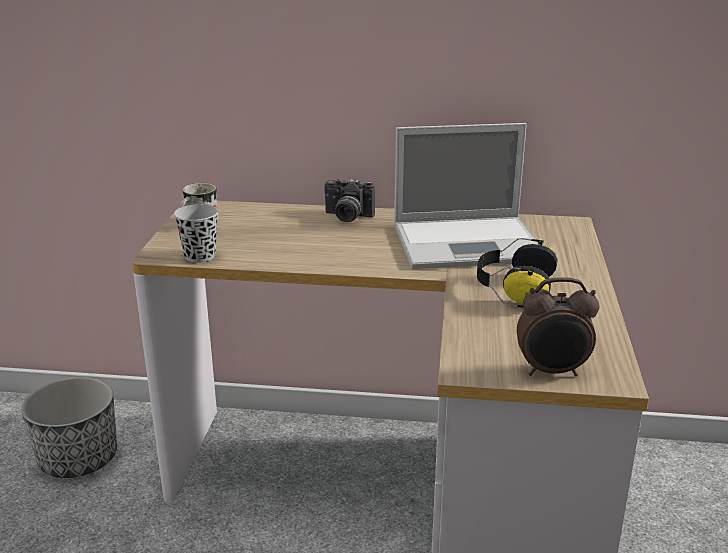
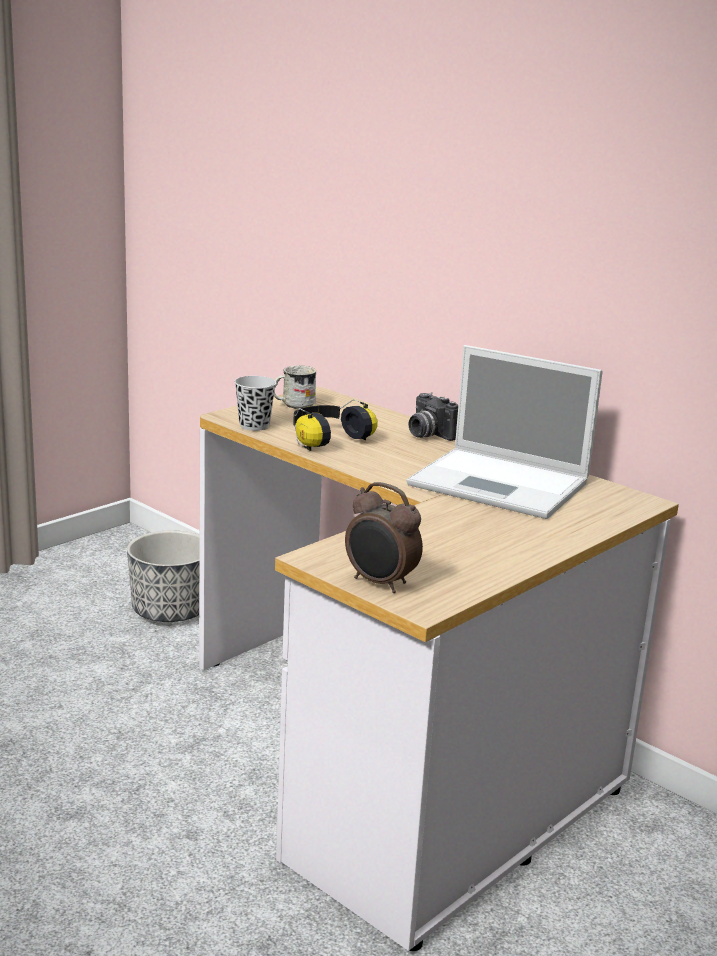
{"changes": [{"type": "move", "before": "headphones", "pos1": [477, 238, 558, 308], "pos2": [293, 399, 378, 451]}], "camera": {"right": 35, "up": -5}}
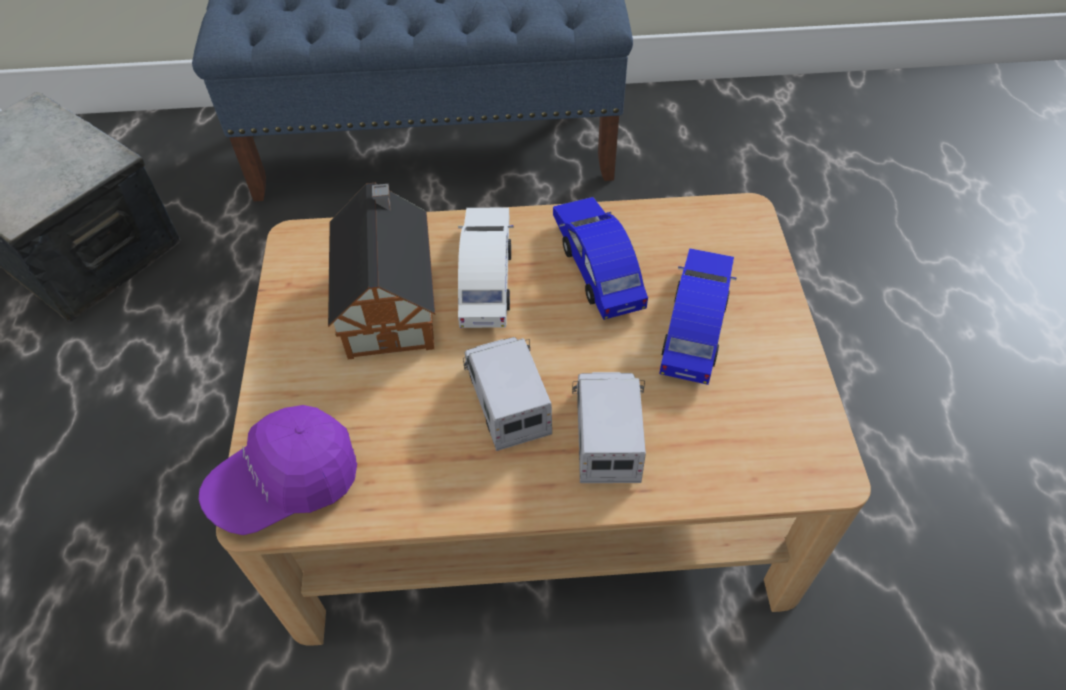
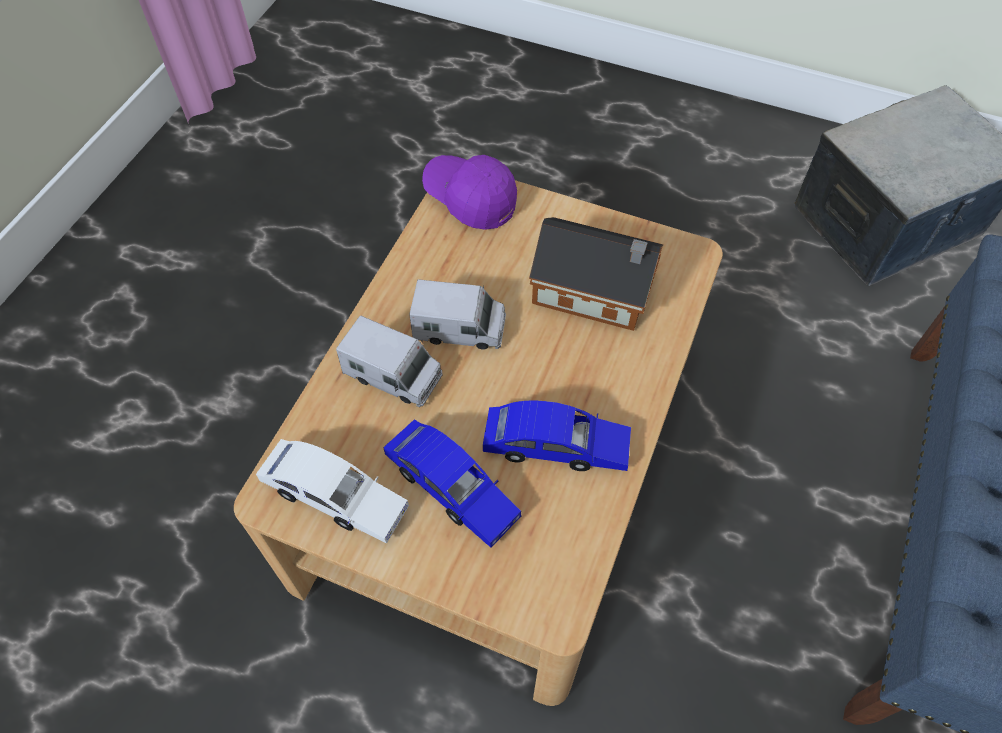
{"changes": [{"type": "rotate", "before": "purple cap", "pos1": [199, 405, 357, 535], "pos2": [422, 155, 517, 230], "turn": -45}, {"type": "move", "before": "white toy car", "pos1": [458, 207, 514, 328], "pos2": [256, 439, 409, 544]}], "camera": {"right": 115, "up": 5}}
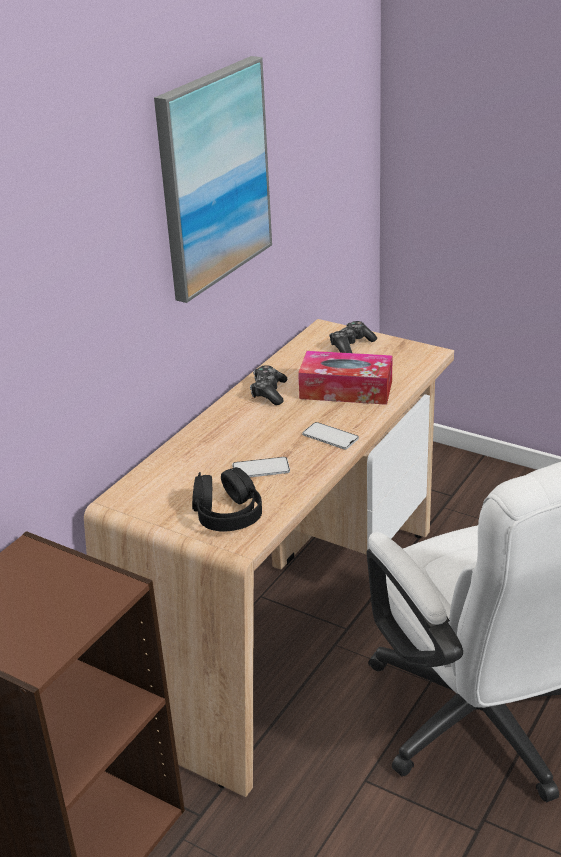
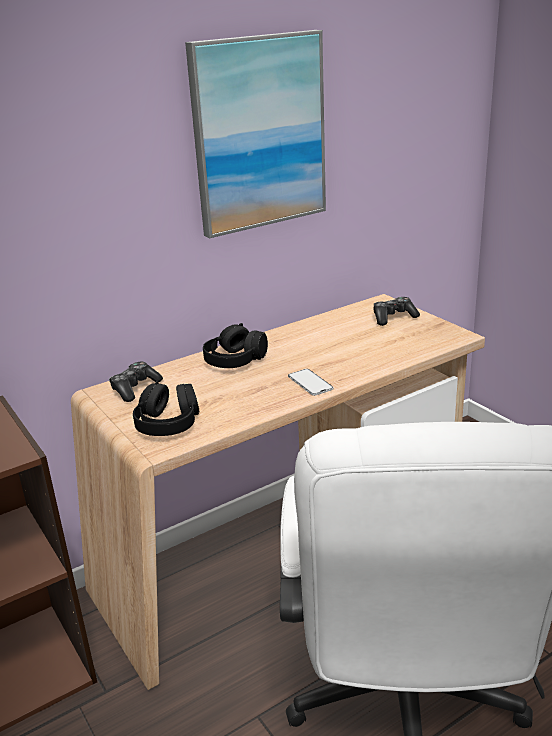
{"changes": [{"type": "delete", "before": "phone", "pos1": [232, 457, 290, 477]}, {"type": "move", "before": "game controller", "pos1": [250, 365, 287, 405], "pos2": [109, 362, 163, 402]}, {"type": "delete", "before": "tissue box", "pos1": [298, 351, 392, 405]}, {"type": "insert", "after": "black headphones", "pos2": [203, 323, 268, 368]}], "camera": {"right": 25, "up": -5}}
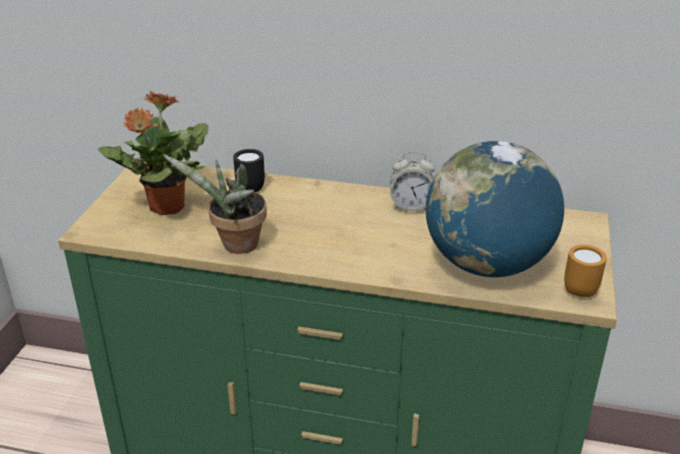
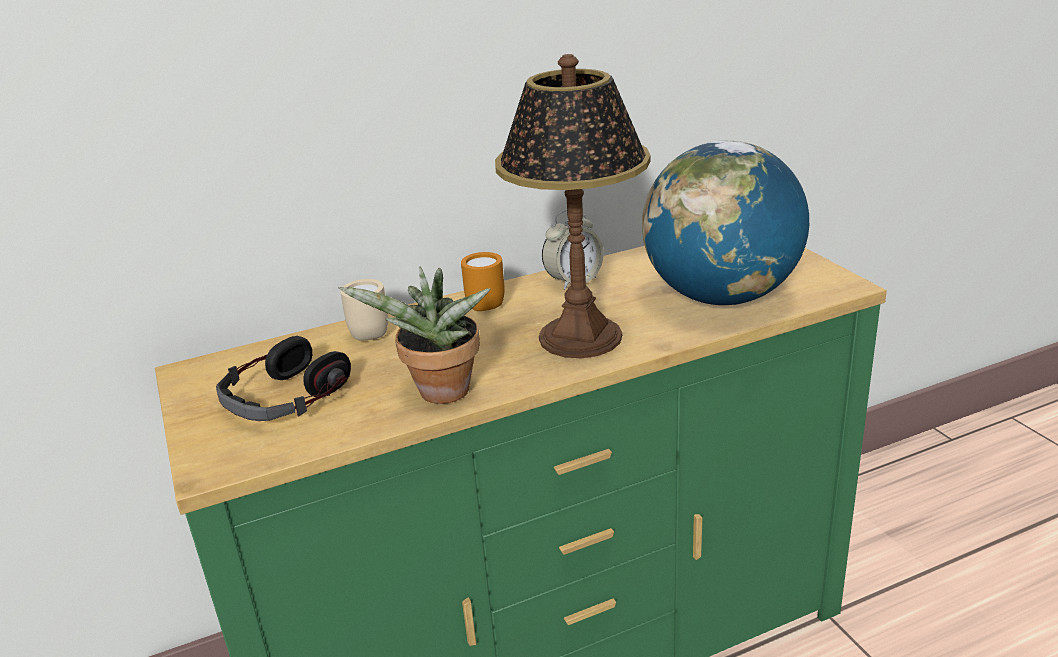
{"changes": [{"type": "replace", "before": "potted plant", "after": "headphones", "pos1": [98, 91, 209, 215], "pos2": [216, 336, 351, 421]}, {"type": "recolor", "before": "black mug", "after": "beige mug", "pos1": [233, 149, 265, 192], "pos2": [340, 279, 388, 340]}, {"type": "move", "before": "orange mug", "pos1": [564, 245, 607, 297], "pos2": [461, 252, 505, 311]}, {"type": "insert", "after": "table lamp", "pos2": [495, 54, 651, 358]}], "camera": {"right": -35, "up": -5}}
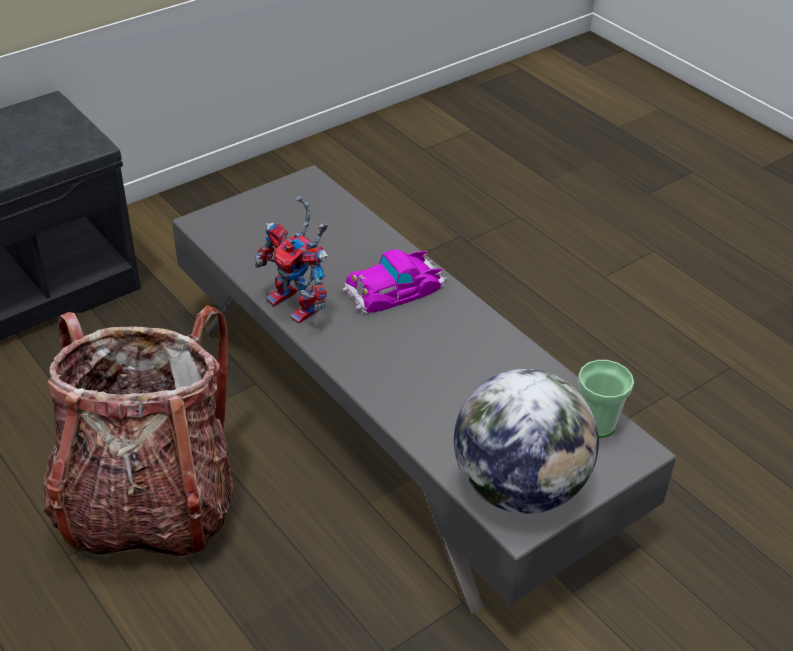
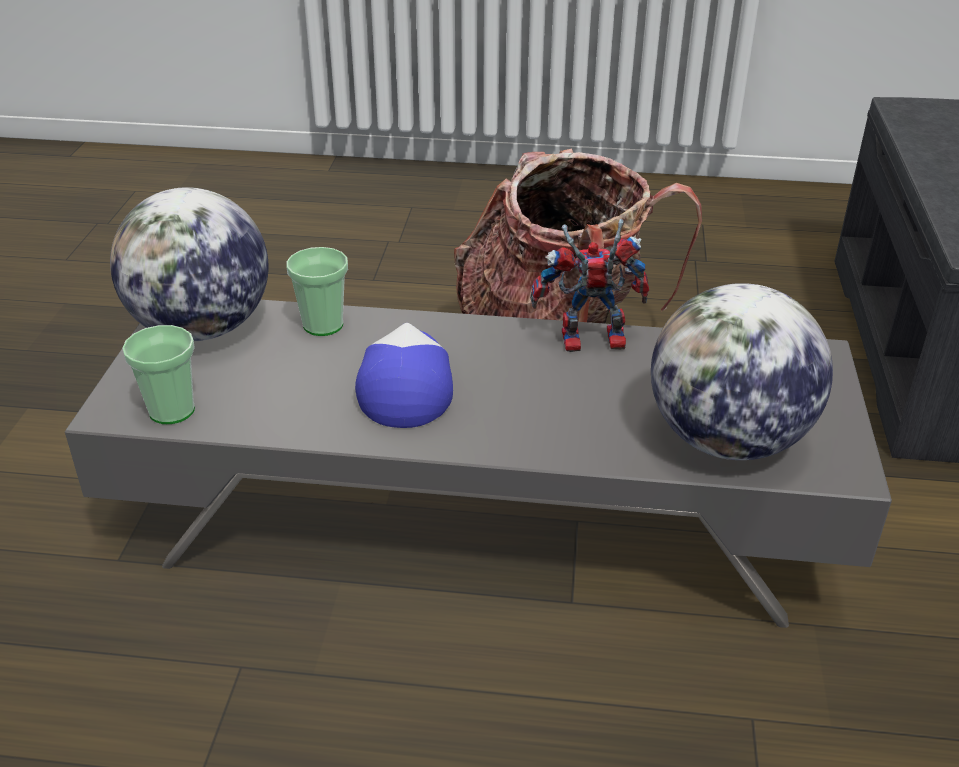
{"changes": [{"type": "delete", "before": "toy car", "pos1": [342, 249, 447, 314]}, {"type": "insert", "after": "cup", "pos2": [286, 247, 348, 336]}, {"type": "insert", "after": "cap", "pos2": [355, 323, 453, 428]}, {"type": "insert", "after": "globe", "pos2": [651, 283, 833, 460]}], "camera": {"right": 135, "up": -5}}
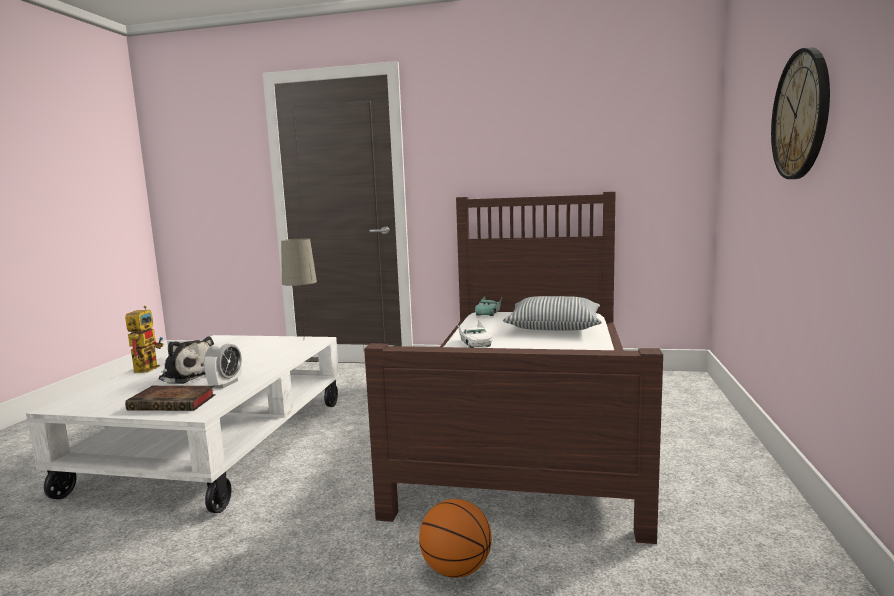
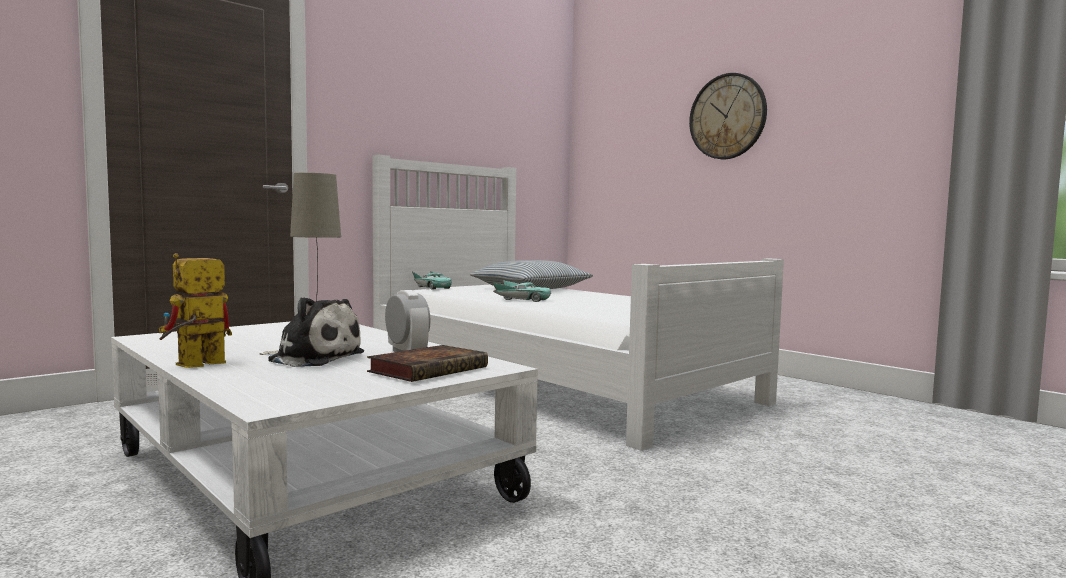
{"changes": [{"type": "rotate", "before": "toy robot", "pos1": [125, 306, 163, 373], "pos2": [159, 253, 232, 368], "turn": -90}, {"type": "rotate", "before": "plush toy", "pos1": [159, 337, 214, 384], "pos2": [259, 297, 364, 367], "turn": 45}, {"type": "recolor", "before": "brown bed", "after": "white bed", "pos1": [364, 192, 663, 544], "pos2": [373, 155, 784, 451]}, {"type": "delete", "before": "basketball", "pos1": [419, 499, 492, 578]}, {"type": "recolor", "before": "white toy car", "after": "turquoise toy car", "pos1": [457, 321, 492, 348], "pos2": [492, 280, 551, 302]}], "camera": {"right": -55, "up": -5}}
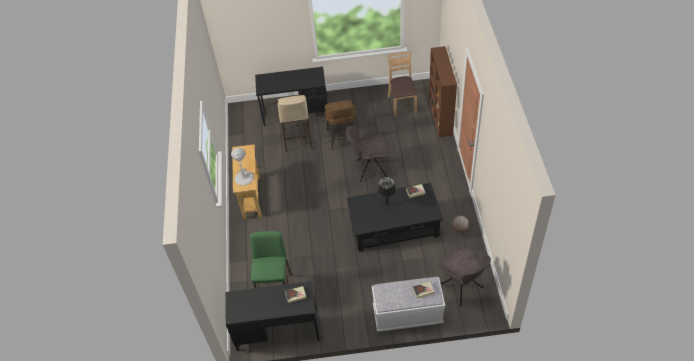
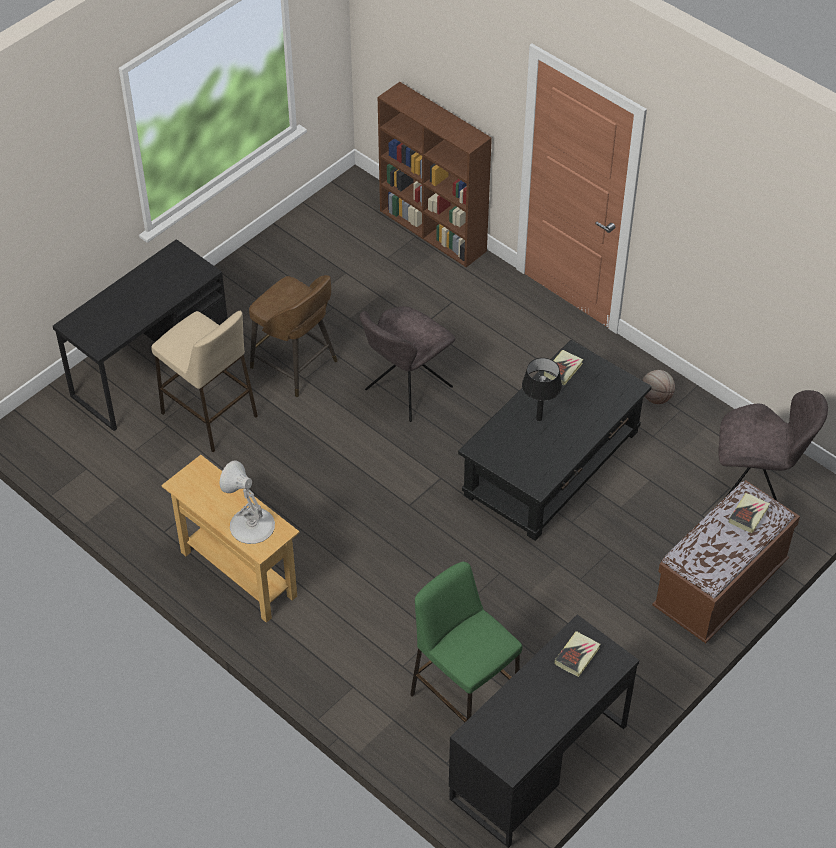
{"changes": [{"type": "recolor", "before": "white bench", "after": "brown bench", "pos1": [372, 277, 445, 331], "pos2": [652, 480, 800, 643]}, {"type": "delete", "before": "brown chair", "pos1": [387, 51, 418, 116]}], "camera": {"right": -45, "up": 0}}
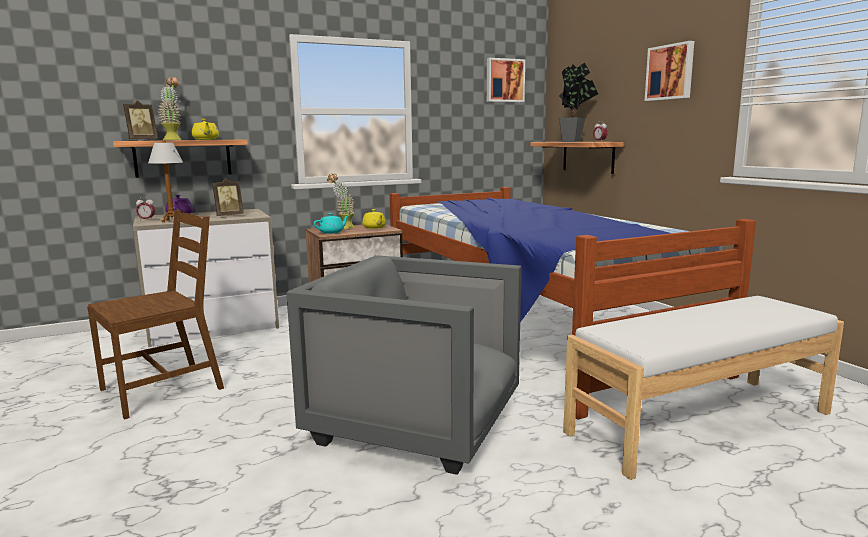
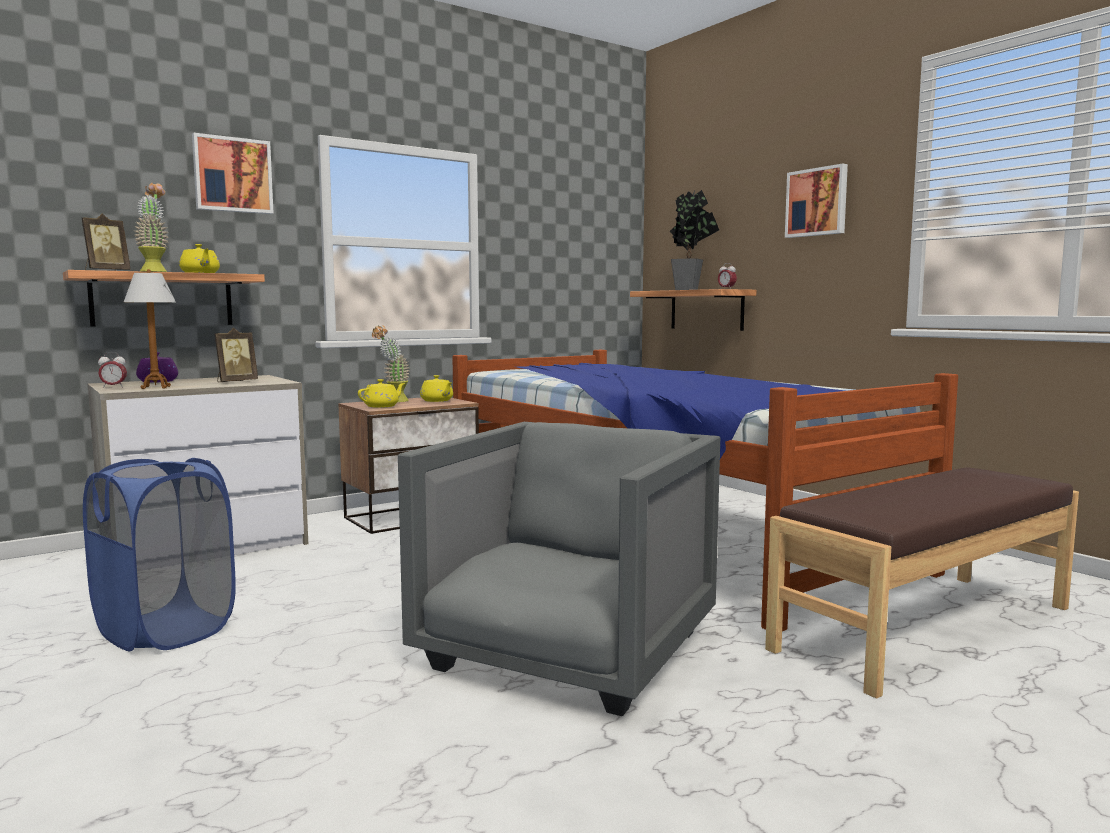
{"changes": [{"type": "replace", "before": "brown chair", "after": "blue laundry basket", "pos1": [87, 210, 224, 420], "pos2": [83, 458, 236, 651]}, {"type": "rotate", "before": "grey armchair", "pos1": [286, 255, 521, 475], "pos2": [398, 422, 720, 716], "turn": 105}, {"type": "recolor", "before": "turquoise teapot", "after": "yellow teapot", "pos1": [314, 213, 350, 234], "pos2": [358, 379, 405, 408]}, {"type": "move", "before": "picture", "pos1": [487, 58, 525, 102], "pos2": [192, 133, 273, 214]}, {"type": "recolor", "before": "white bench", "after": "brown bench", "pos1": [563, 296, 844, 480], "pos2": [765, 467, 1079, 699]}], "camera": {"right": -10, "up": -5}}
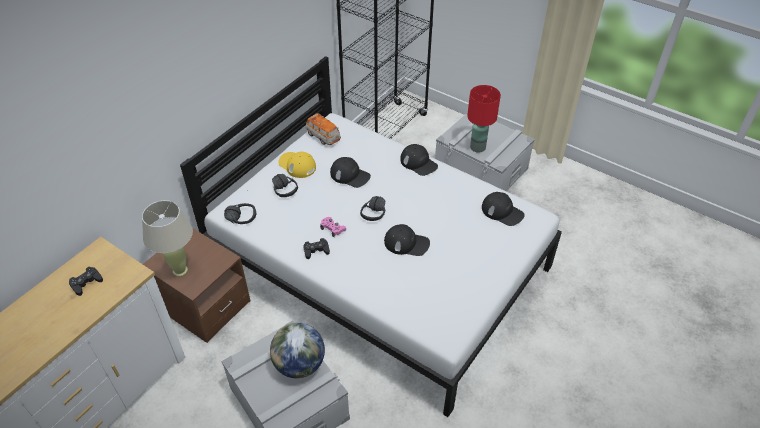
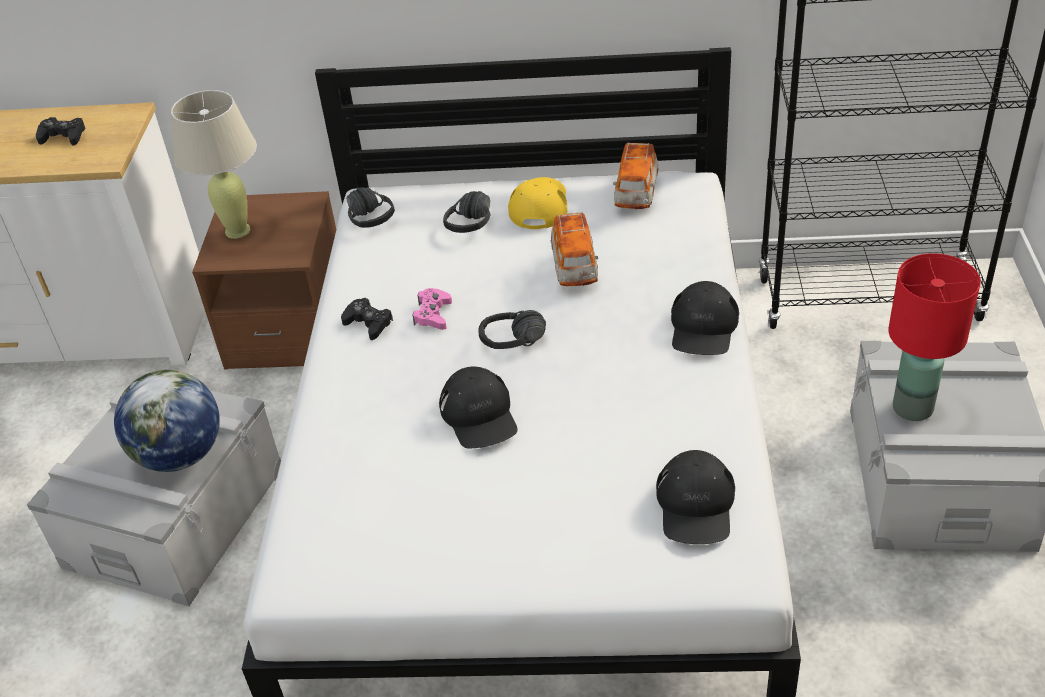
{"changes": [{"type": "replace", "before": "black cap", "after": "toy car", "pos1": [330, 157, 371, 188], "pos2": [551, 212, 598, 286]}], "camera": {"right": 60, "up": -5}}
